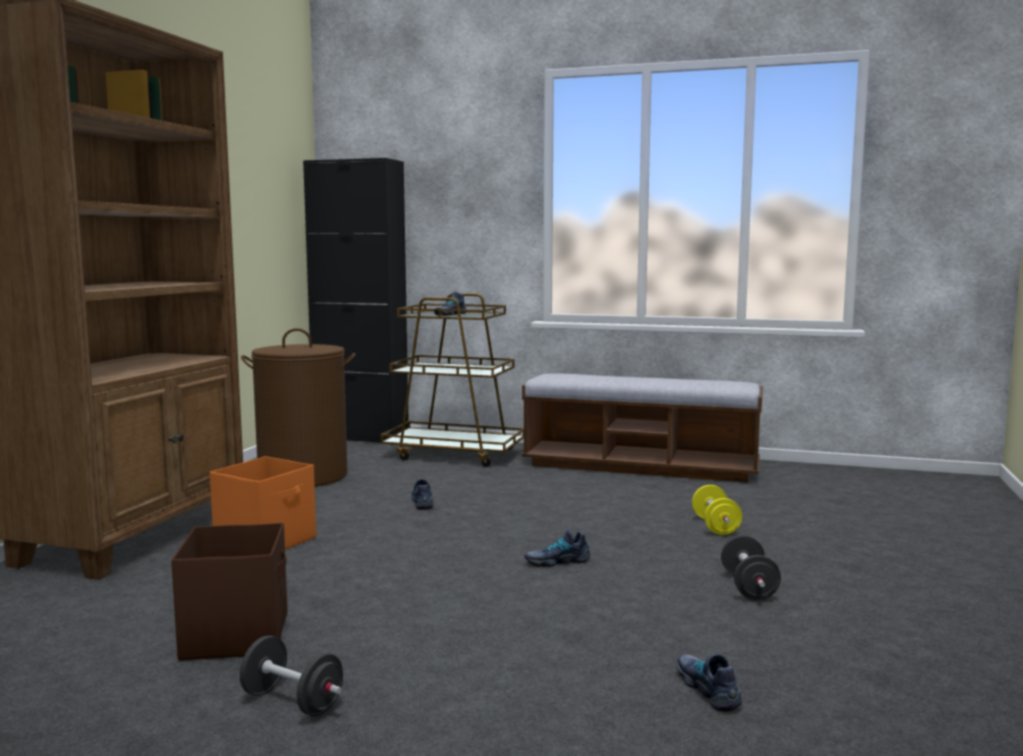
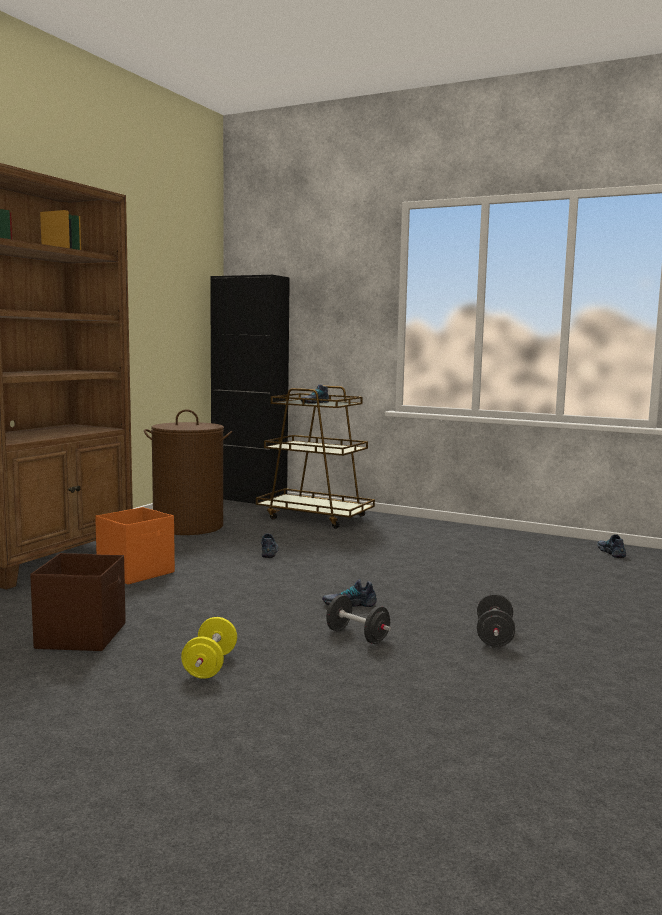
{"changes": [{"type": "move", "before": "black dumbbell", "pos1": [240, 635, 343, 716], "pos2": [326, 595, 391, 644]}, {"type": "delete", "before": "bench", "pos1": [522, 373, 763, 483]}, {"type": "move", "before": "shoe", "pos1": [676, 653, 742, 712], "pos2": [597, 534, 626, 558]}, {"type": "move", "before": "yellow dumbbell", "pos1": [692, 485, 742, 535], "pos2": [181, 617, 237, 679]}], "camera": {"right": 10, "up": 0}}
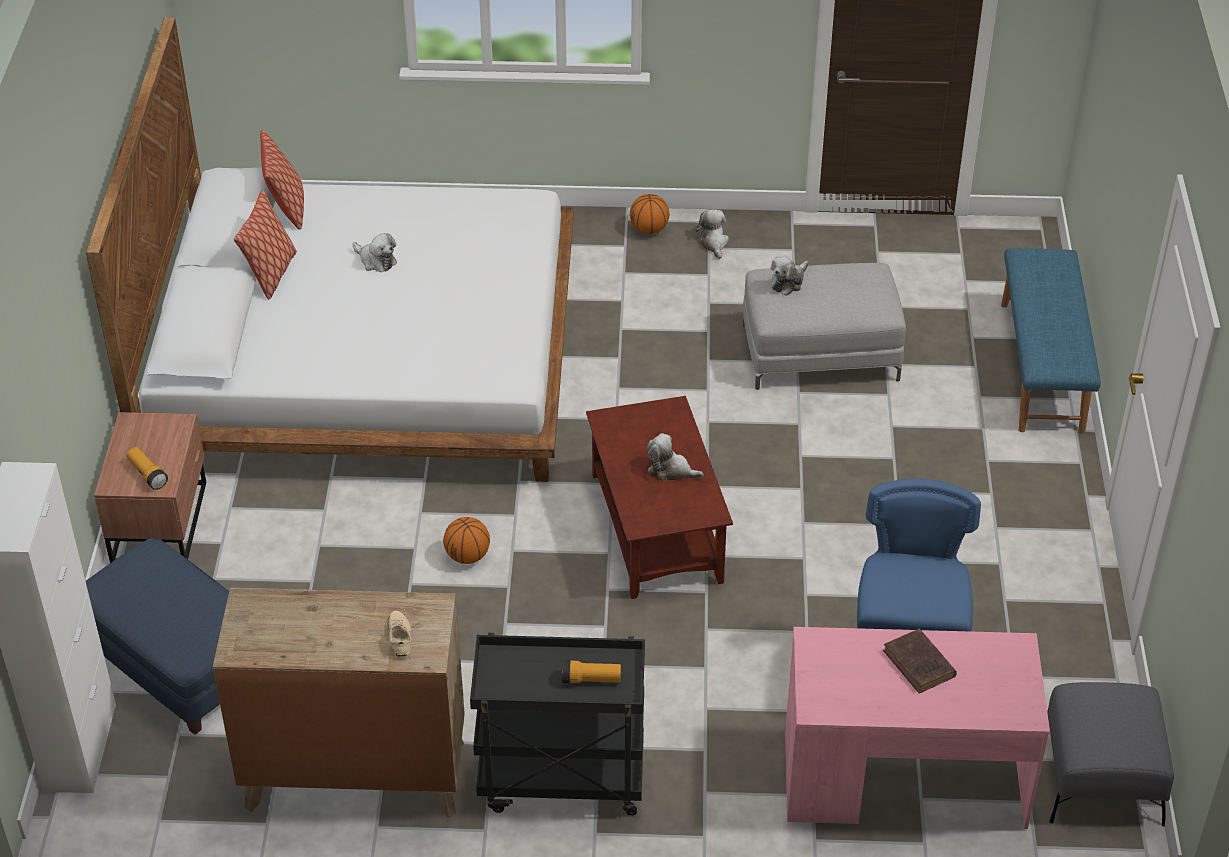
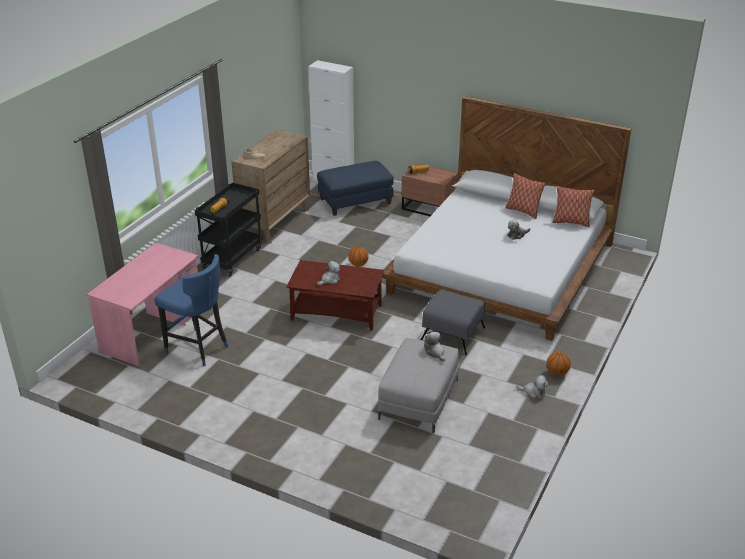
{"changes": [{"type": "delete", "before": "brown book", "pos1": [883, 629, 957, 693]}, {"type": "delete", "before": "blue bench", "pos1": [1001, 248, 1101, 434]}, {"type": "move", "before": "grey ottoman", "pos1": [1047, 682, 1174, 827], "pos2": [421, 289, 485, 355]}], "camera": {"right": 115, "up": -10}}
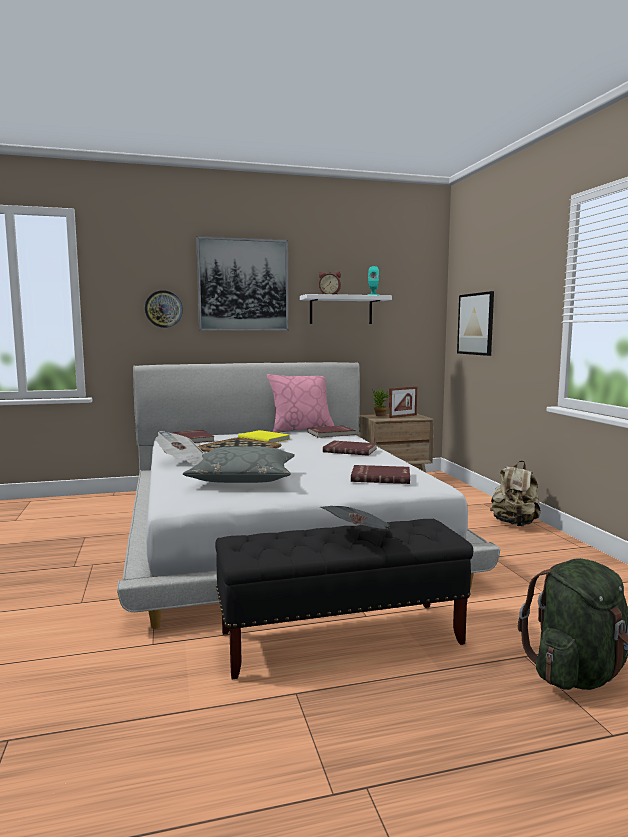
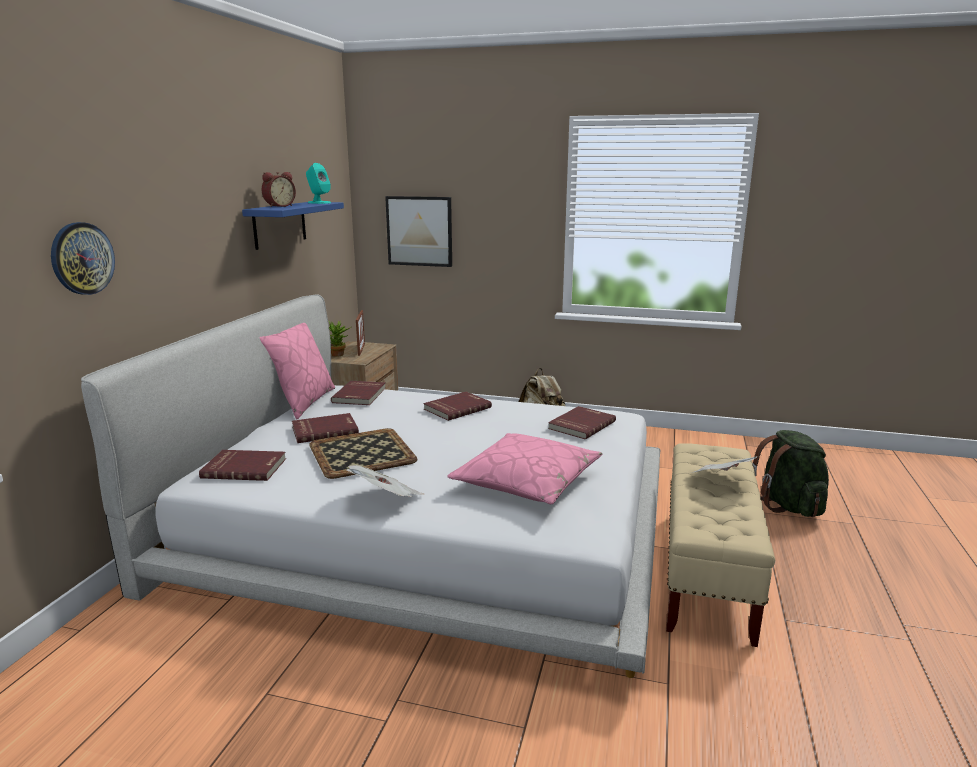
{"changes": [{"type": "recolor", "before": "grey pillow", "after": "pink pillow", "pos1": [183, 447, 295, 483], "pos2": [448, 433, 602, 504]}, {"type": "delete", "before": "picture", "pos1": [196, 236, 289, 331]}, {"type": "recolor", "before": "black bench", "after": "beige bench", "pos1": [215, 519, 473, 680], "pos2": [666, 443, 775, 647]}, {"type": "recolor", "before": "yellow book", "after": "red book", "pos1": [238, 430, 290, 443], "pos2": [292, 413, 359, 443]}, {"type": "recolor", "before": "white shelf", "after": "blue shelf", "pos1": [300, 294, 392, 324], "pos2": [242, 202, 344, 250]}], "camera": {"right": -60, "up": 10}}
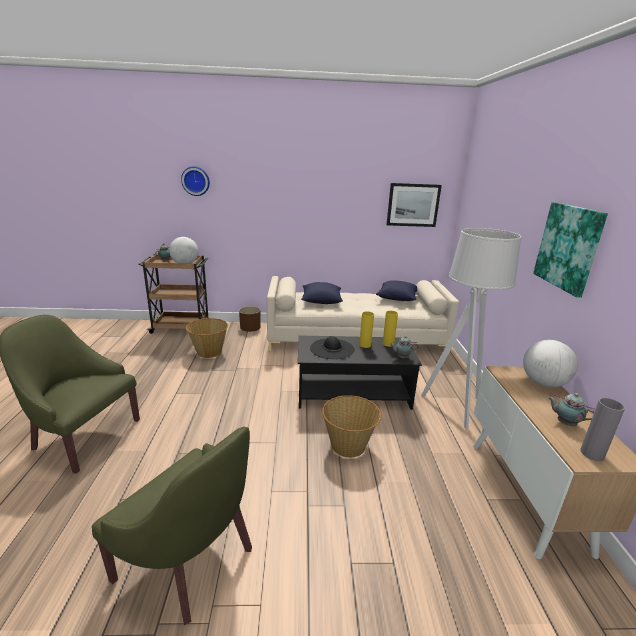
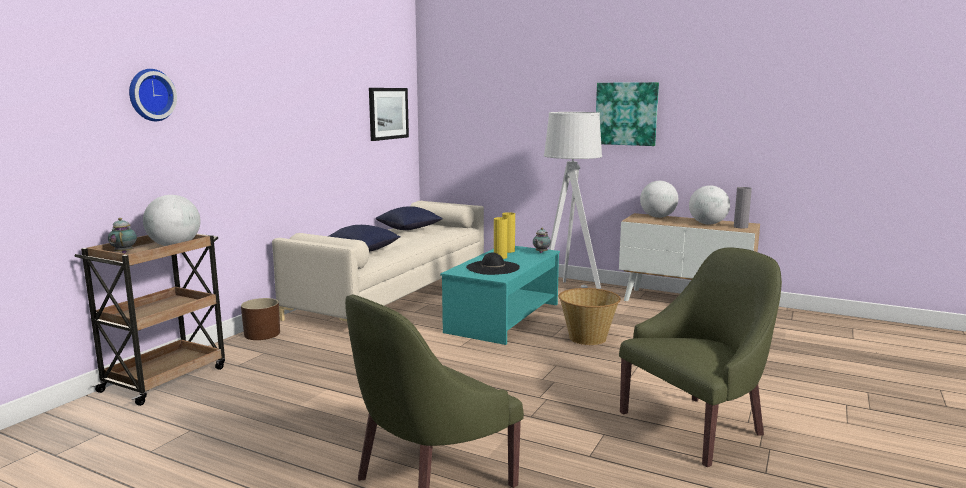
{"changes": [{"type": "delete", "before": "basket", "pos1": [186, 318, 228, 358]}, {"type": "recolor", "before": "black coffee table", "after": "turquoise coffee table", "pos1": [298, 335, 422, 410], "pos2": [440, 246, 560, 345]}, {"type": "replace", "before": "teapot", "after": "globe", "pos1": [548, 393, 595, 426], "pos2": [689, 185, 730, 225]}], "camera": {"right": -60, "up": -10}}
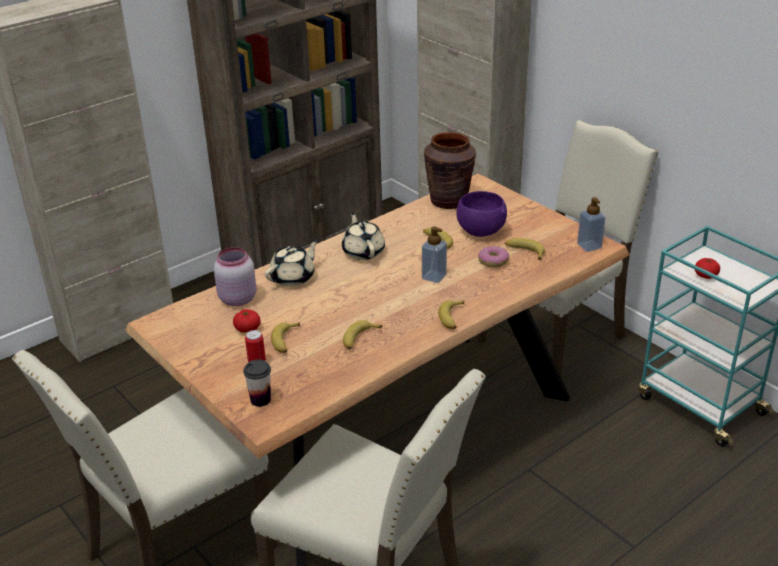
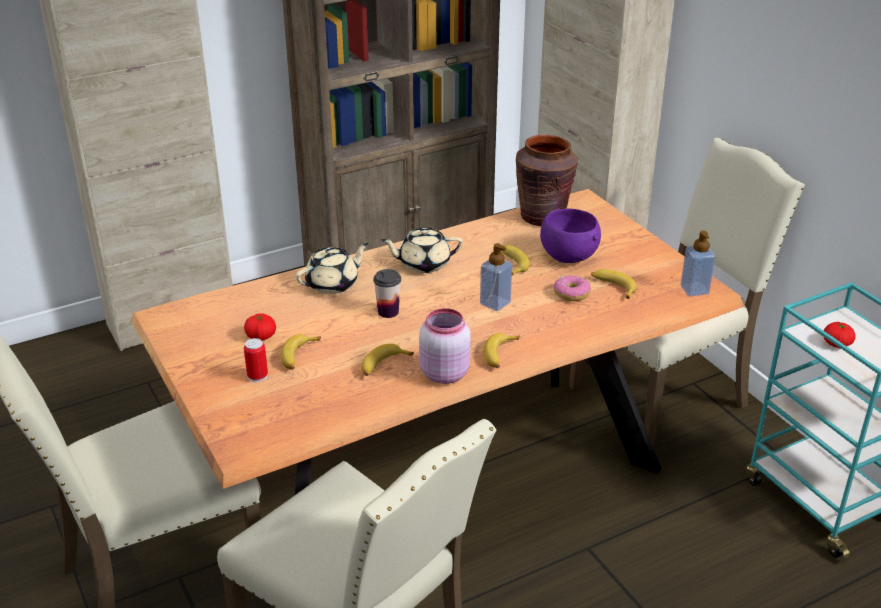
{"changes": [{"type": "move", "before": "pink jar", "pos1": [214, 247, 256, 306], "pos2": [419, 308, 471, 384]}, {"type": "move", "before": "cup", "pos1": [243, 360, 271, 407], "pos2": [373, 269, 401, 318]}, {"type": "rotate", "before": "beige teapot", "pos1": [342, 212, 385, 260], "pos2": [381, 228, 463, 273], "turn": -90}], "camera": {"right": 10, "up": 0}}
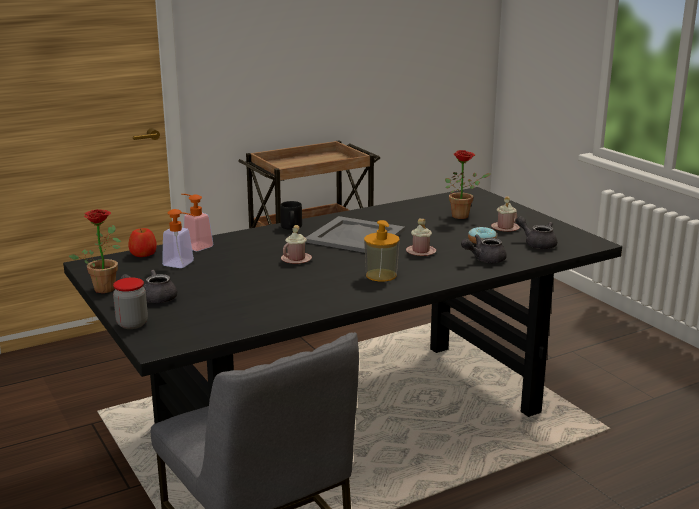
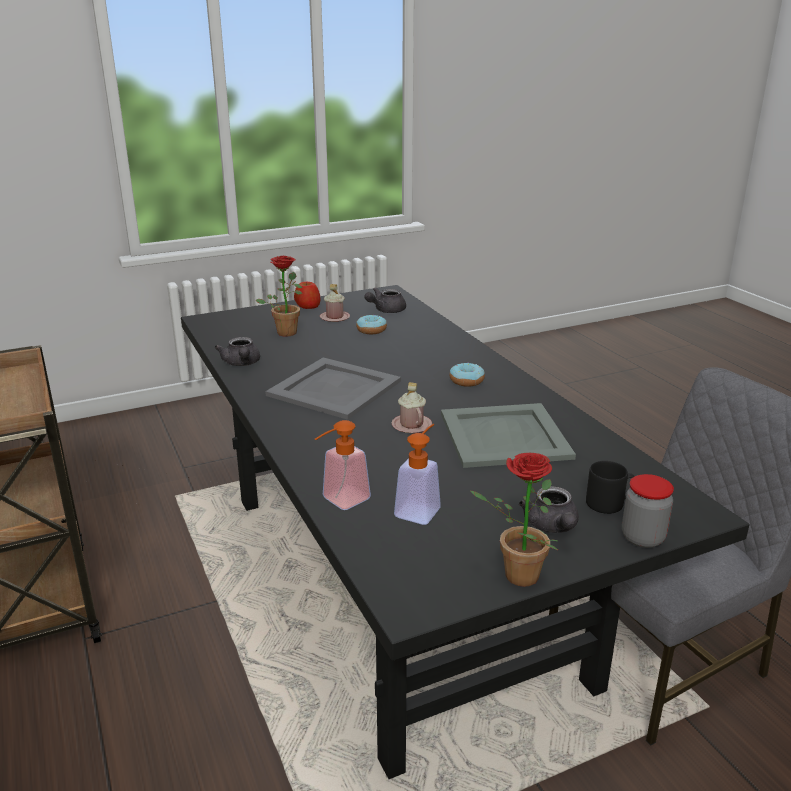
{"changes": [{"type": "move", "before": "apple", "pos1": [129, 228, 156, 257], "pos2": [294, 282, 320, 309]}, {"type": "move", "before": "black mug", "pos1": [280, 201, 302, 230], "pos2": [586, 461, 635, 514]}, {"type": "replace", "before": "soap dispenser", "after": "donut", "pos1": [364, 220, 400, 281], "pos2": [449, 362, 485, 387]}, {"type": "delete", "before": "pink mug", "pos1": [406, 219, 436, 256]}, {"type": "move", "before": "grey teapot", "pos1": [461, 235, 507, 263], "pos2": [215, 337, 260, 366]}, {"type": "insert", "after": "grey tray", "pos2": [441, 403, 576, 468]}], "camera": {"right": -85, "up": 5}}
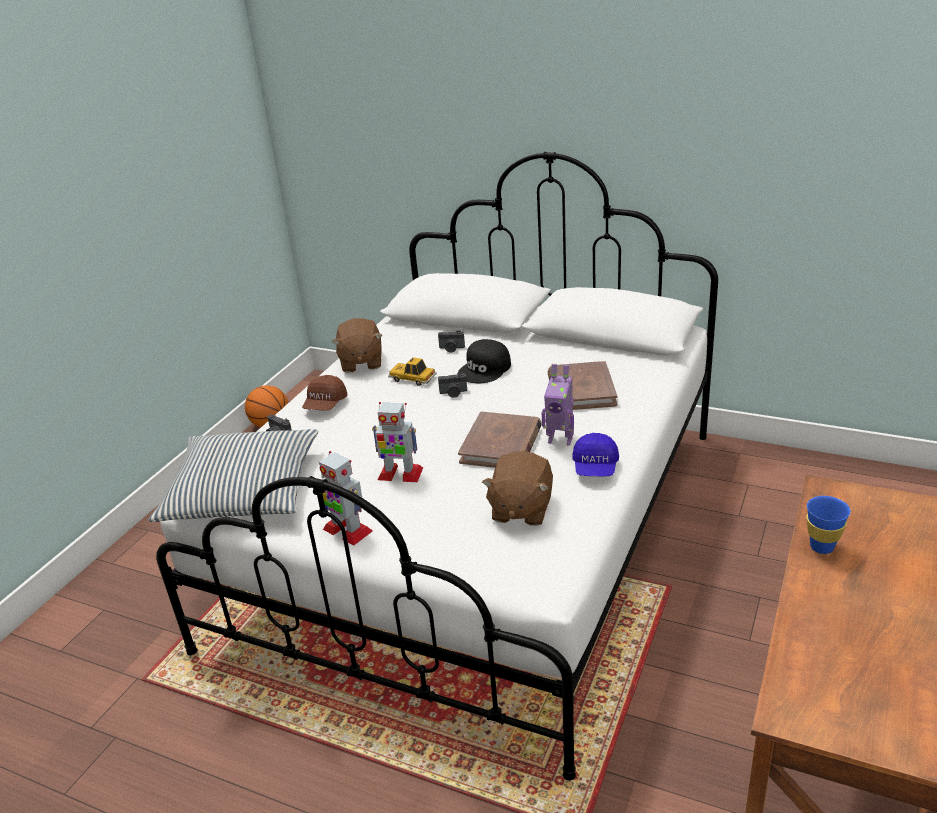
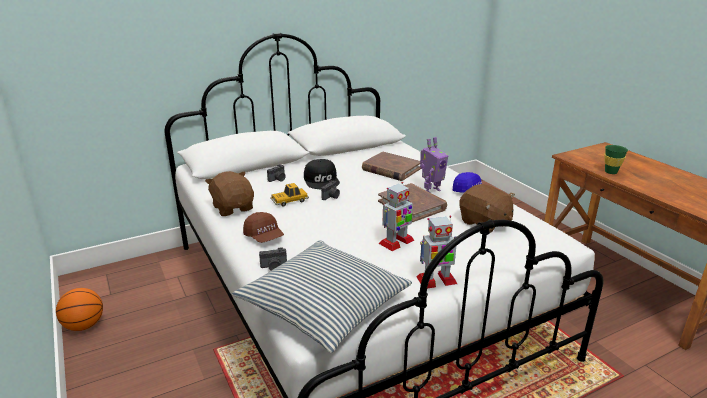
{"changes": [{"type": "rotate", "before": "brown plush toy", "pos1": [332, 318, 383, 373], "pos2": [205, 171, 254, 216], "turn": -150}, {"type": "recolor", "before": "blue cup", "after": "green cup", "pos1": [806, 496, 851, 554], "pos2": [604, 145, 628, 174]}], "camera": {"right": -55, "up": -5}}
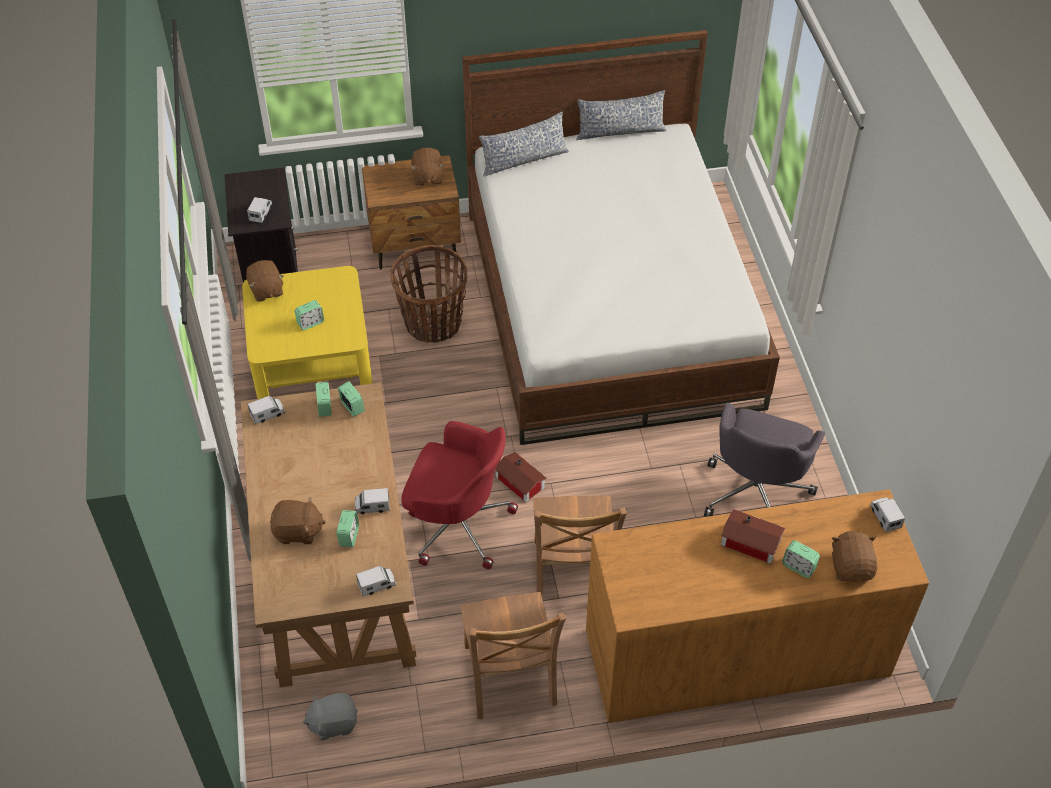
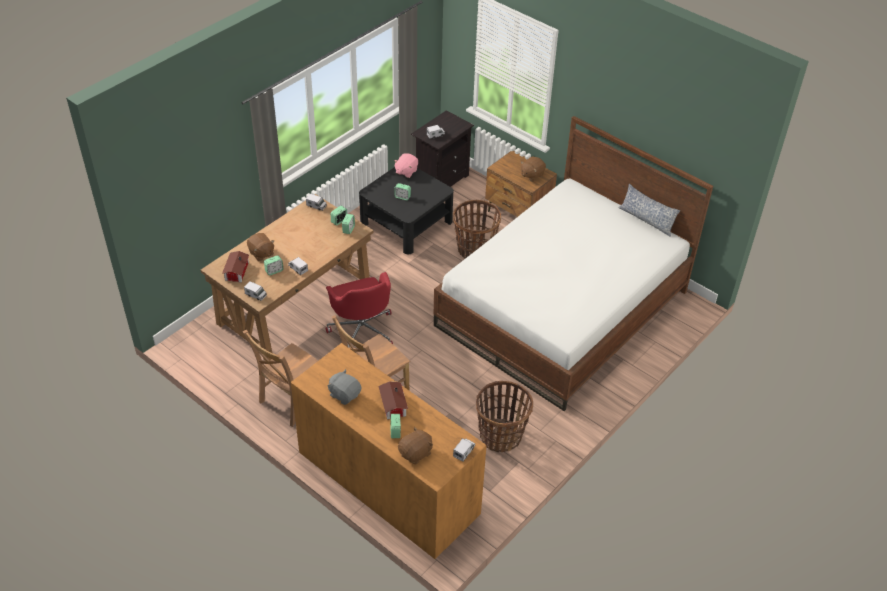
{"changes": [{"type": "recolor", "before": "yellow coffee table", "after": "black coffee table", "pos1": [242, 266, 373, 399], "pos2": [359, 167, 454, 255]}, {"type": "recolor", "before": "brown plush toy", "after": "pink plush toy", "pos1": [246, 260, 284, 302], "pos2": [394, 153, 418, 178]}, {"type": "move", "before": "grey plush toy", "pos1": [303, 693, 358, 740], "pos2": [328, 369, 361, 405]}, {"type": "delete", "before": "pillow", "pos1": [479, 112, 569, 177]}, {"type": "move", "before": "toy house", "pos1": [495, 452, 547, 503], "pos2": [222, 251, 249, 282]}, {"type": "replace", "before": "grey office chair", "after": "basket", "pos1": [704, 403, 825, 517], "pos2": [476, 381, 533, 453]}], "camera": {"right": 50, "up": -5}}
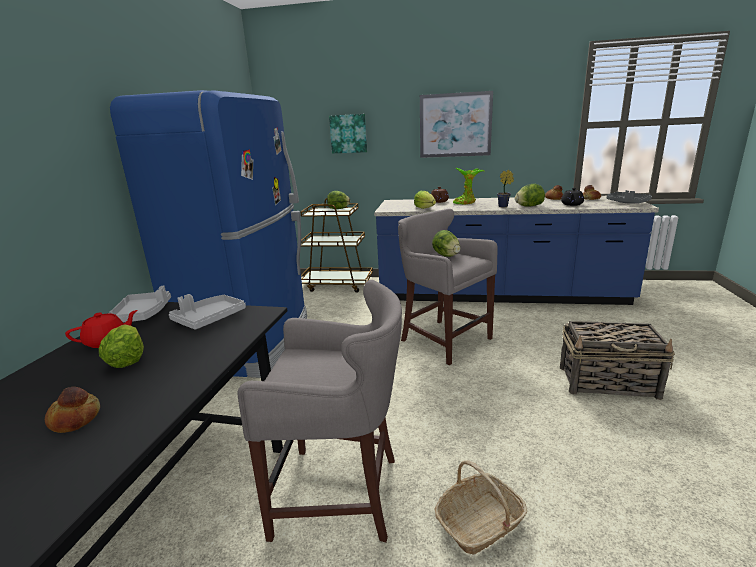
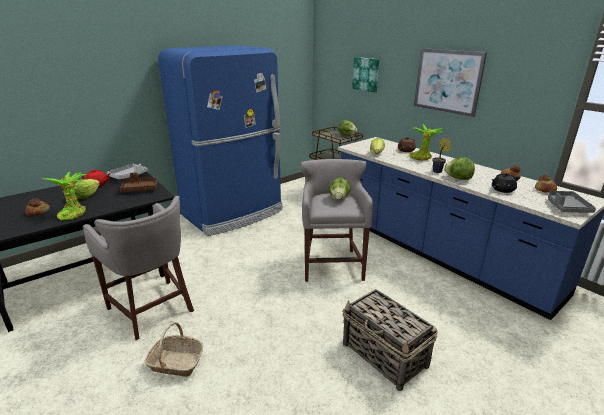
{"changes": [{"type": "recolor", "before": "grey tray", "after": "brown tray", "pos1": [169, 294, 246, 330], "pos2": [120, 172, 158, 192]}, {"type": "insert", "after": "potted plant", "pos2": [43, 172, 87, 220]}], "camera": {"right": 40, "up": 5}}
